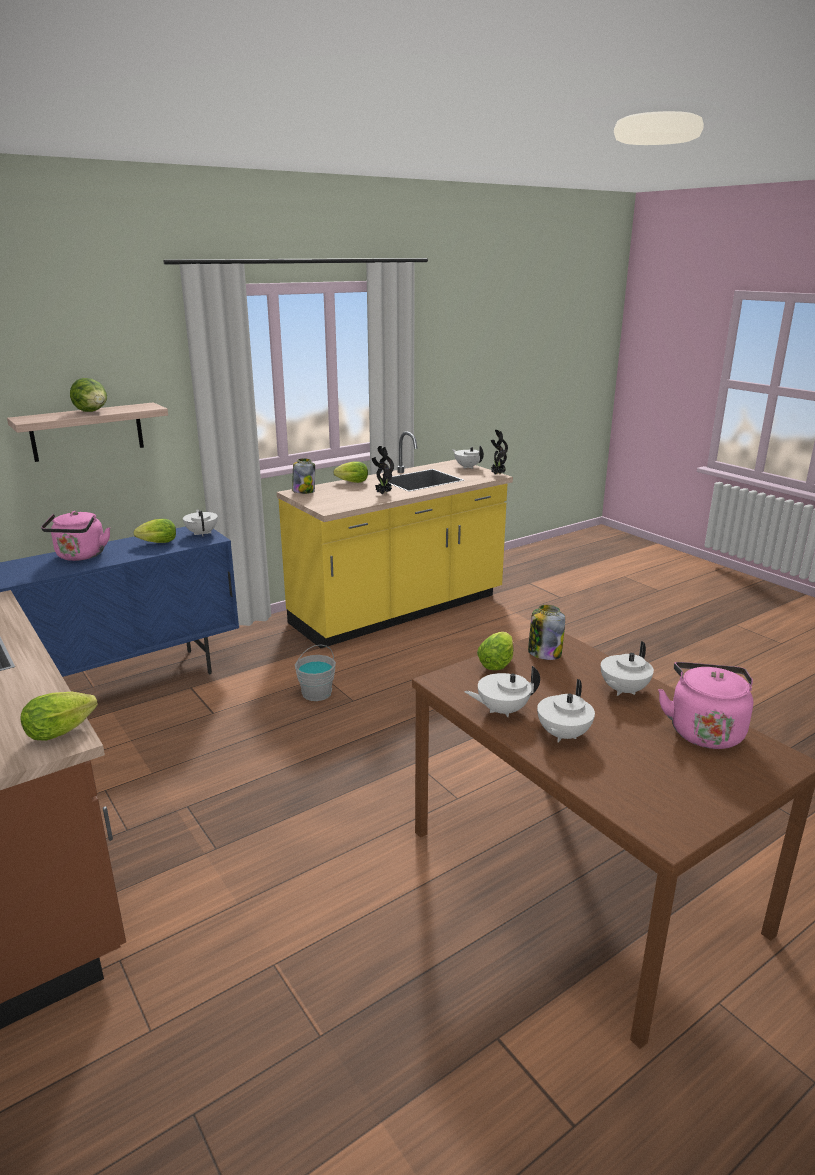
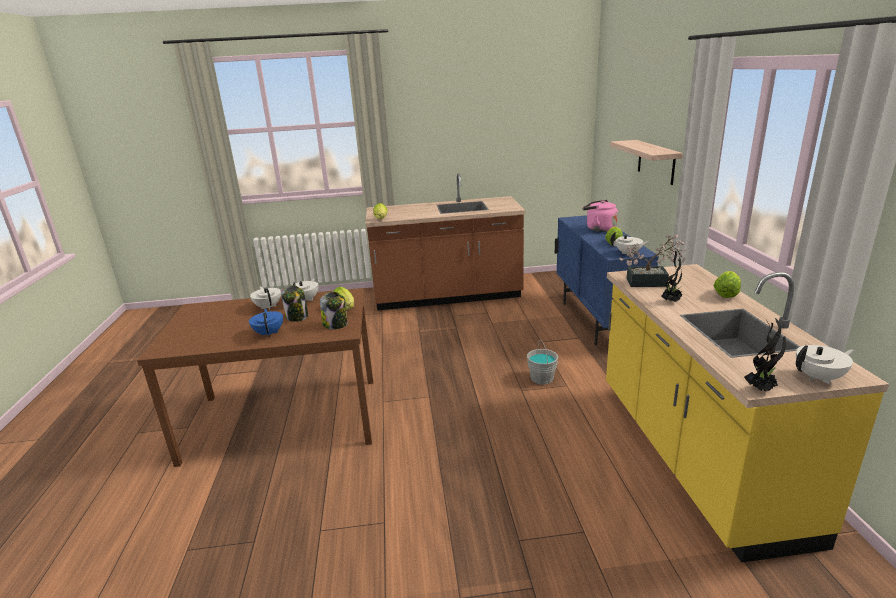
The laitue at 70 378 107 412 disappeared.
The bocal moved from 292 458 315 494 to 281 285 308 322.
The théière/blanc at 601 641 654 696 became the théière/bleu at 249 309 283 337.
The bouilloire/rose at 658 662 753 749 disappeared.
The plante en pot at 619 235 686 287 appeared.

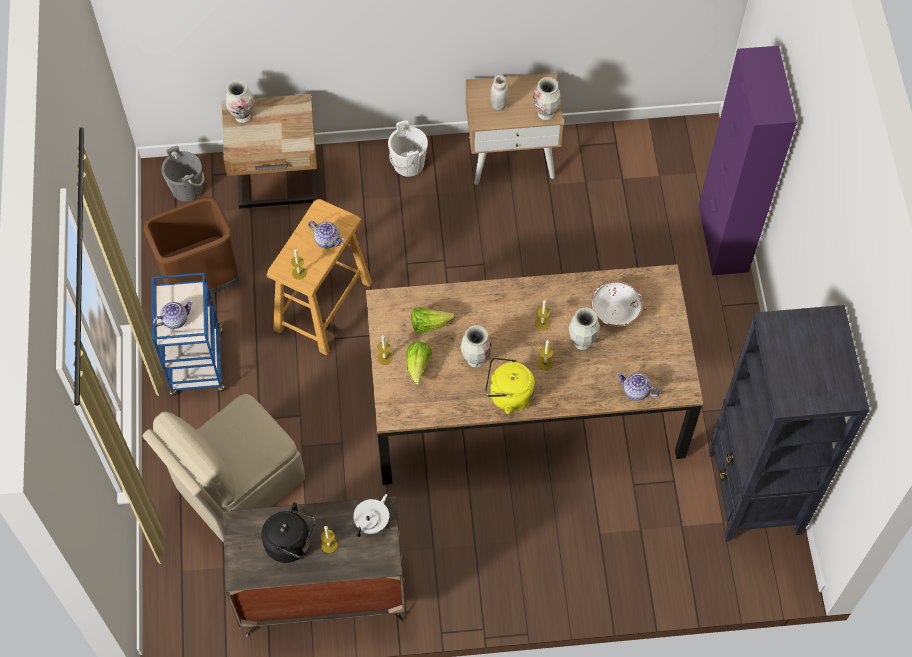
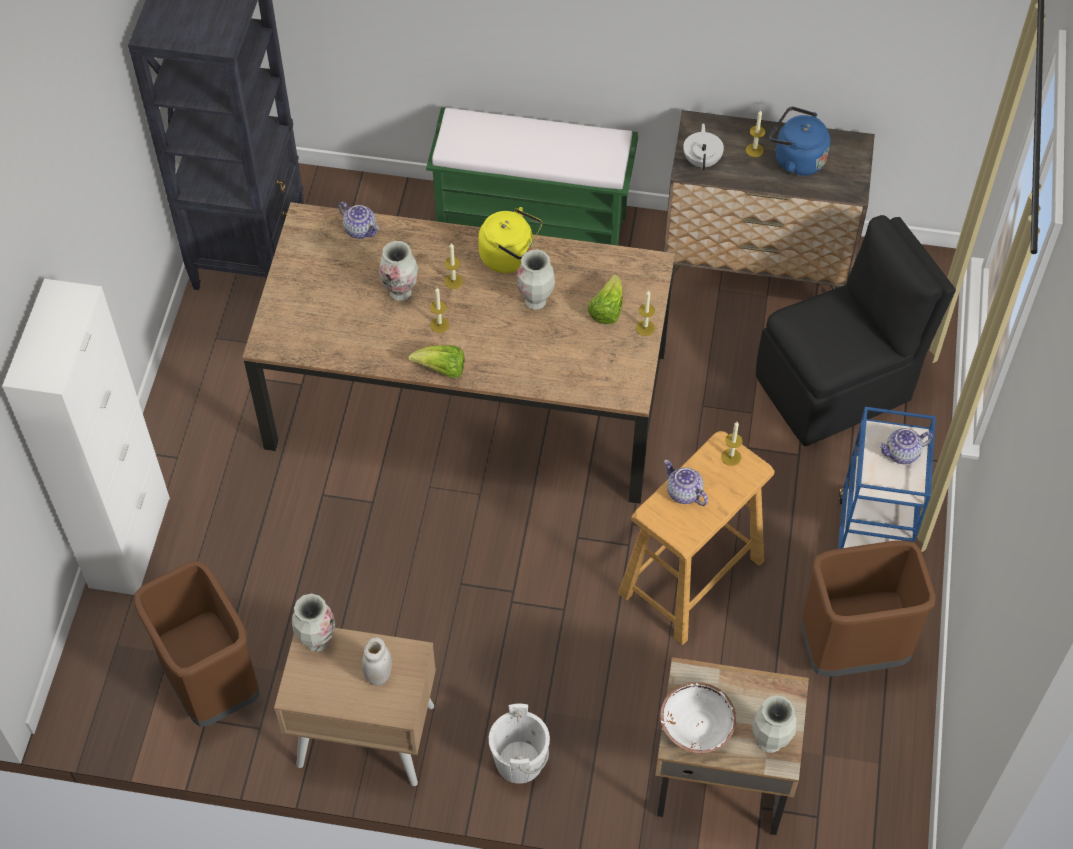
The chaise/beige at 143 394 305 542 became the chaise/noir at 756 215 956 446.
The seau/gris at 161 146 204 202 disappeared.
The bouilloire/noir at 261 502 315 563 became the bouilloire/bleu at 769 106 830 176.
The théière/blanc at 353 494 389 537 turned 135 degrees clockwise.
The laitue moved from 412 307 455 333 to 408 345 464 378.
The bol/blanc moved from 590 281 643 327 to 660 682 736 753.
The meuble de rangement/violet at 699 46 797 275 became the meuble de rangement/blanc at 2 279 170 595.
The poubelle/marron at 134 561 260 727 appeared.
The banc/vert at 426 107 638 245 appeared.

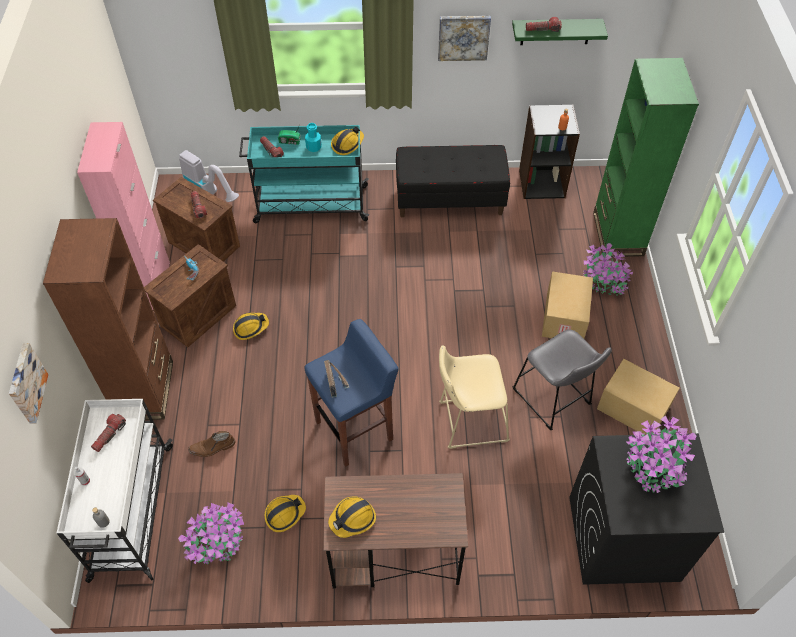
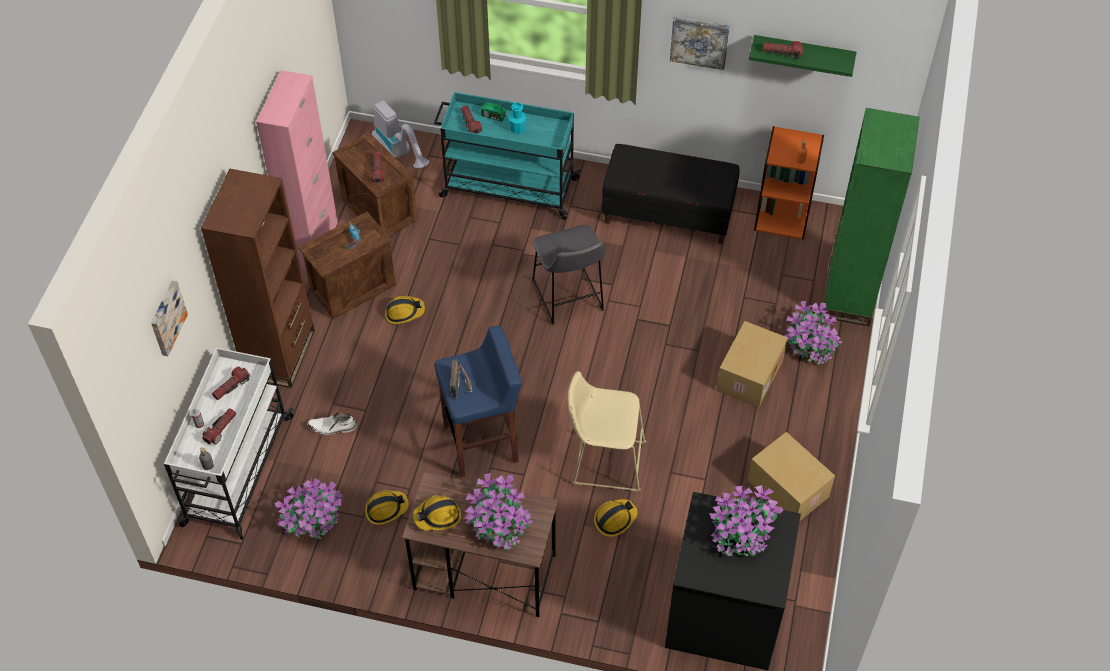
The botte/marron at 188 431 235 457 became the botte/blanc at 307 412 357 435.
The casque de chantier moved from 331 127 364 155 to 594 499 638 537.
The tabouret/gris moved from 512 330 612 431 to 532 225 605 325.
The bibliothèque/noir at 519 104 580 199 became the bibliothèque/orange at 754 126 824 240.
The lampe de poche at 202 408 236 444 appeared.
The plante en pot at 464 473 533 549 appeared.

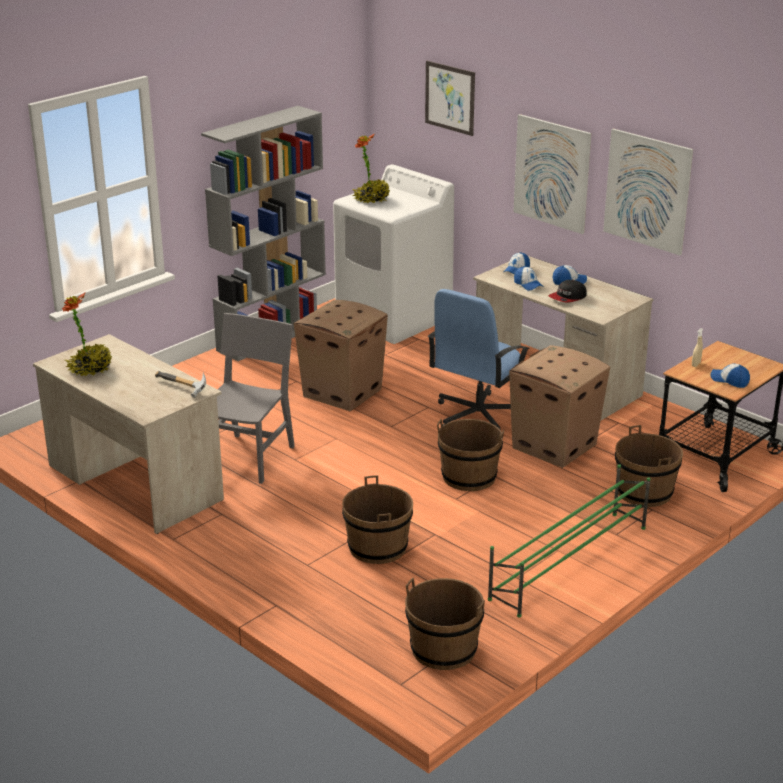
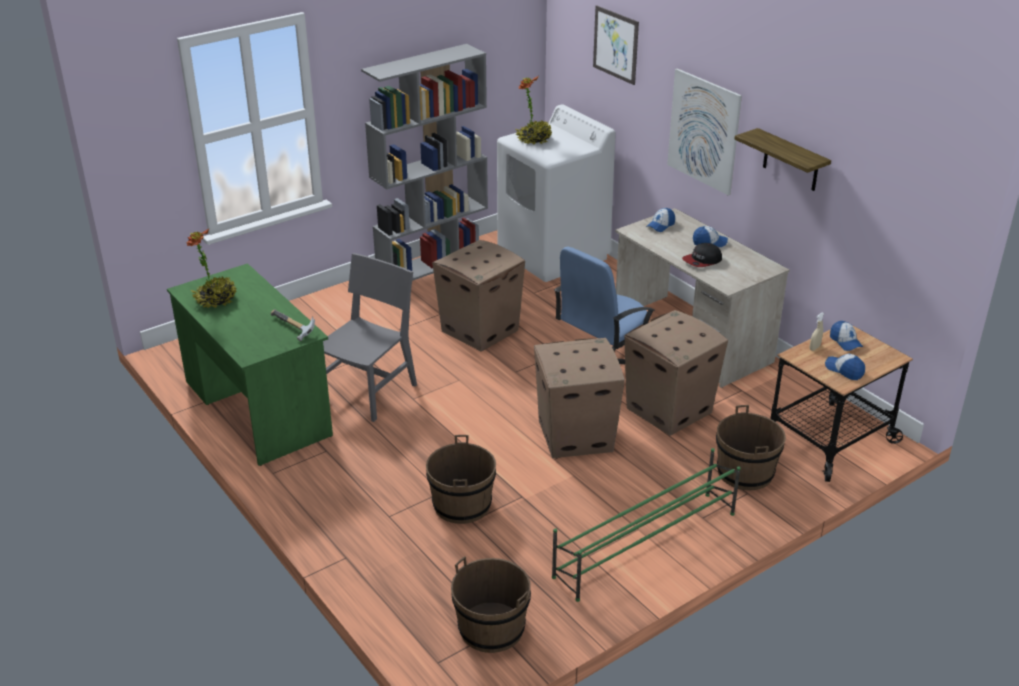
The bureau/beige at 33 334 224 534 became the bureau/vert at 167 263 333 466.
The seau/marron at 437 419 504 491 was replaced by the carton at 534 338 625 458.
The casquette moved from 514 266 544 291 to 830 321 863 351.
The tableau at 603 129 693 255 was replaced by the étagère at 734 128 831 191.

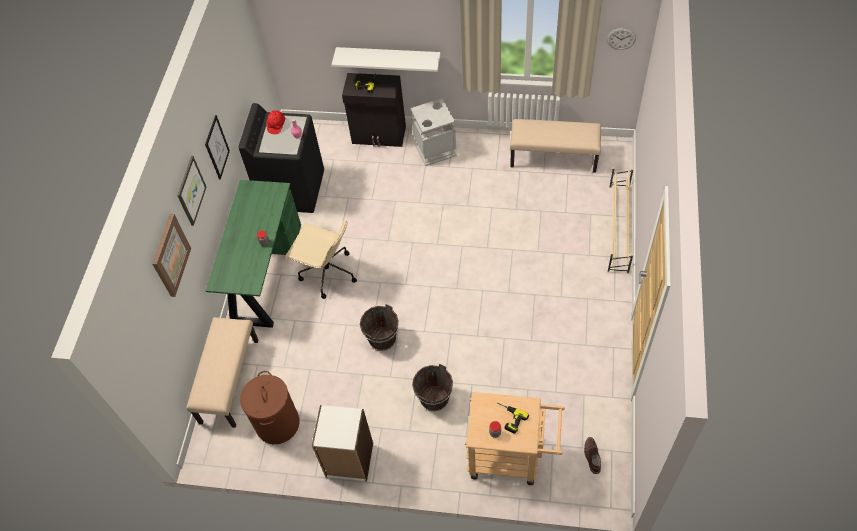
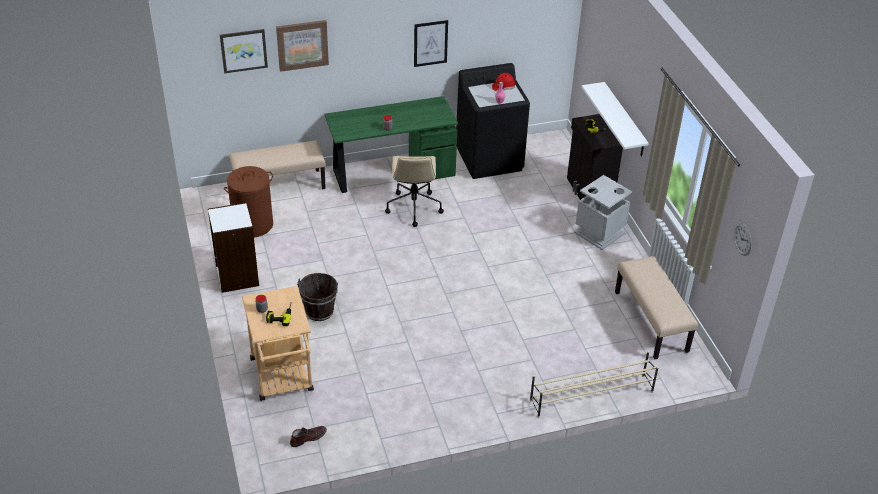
The tableau moved from 177 156 206 226 to 220 29 268 73.
The seau/marron at 360 304 399 351 disappeared.

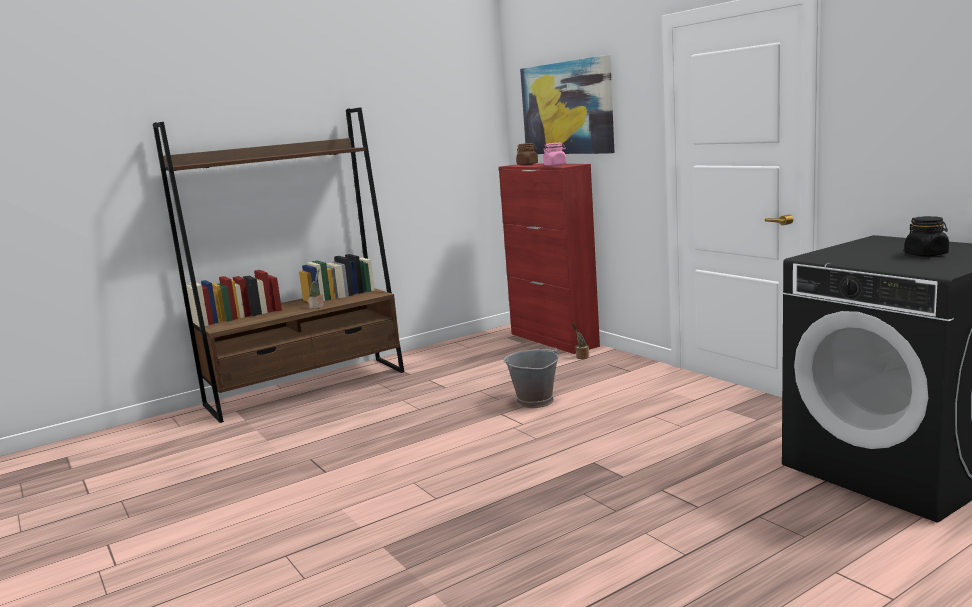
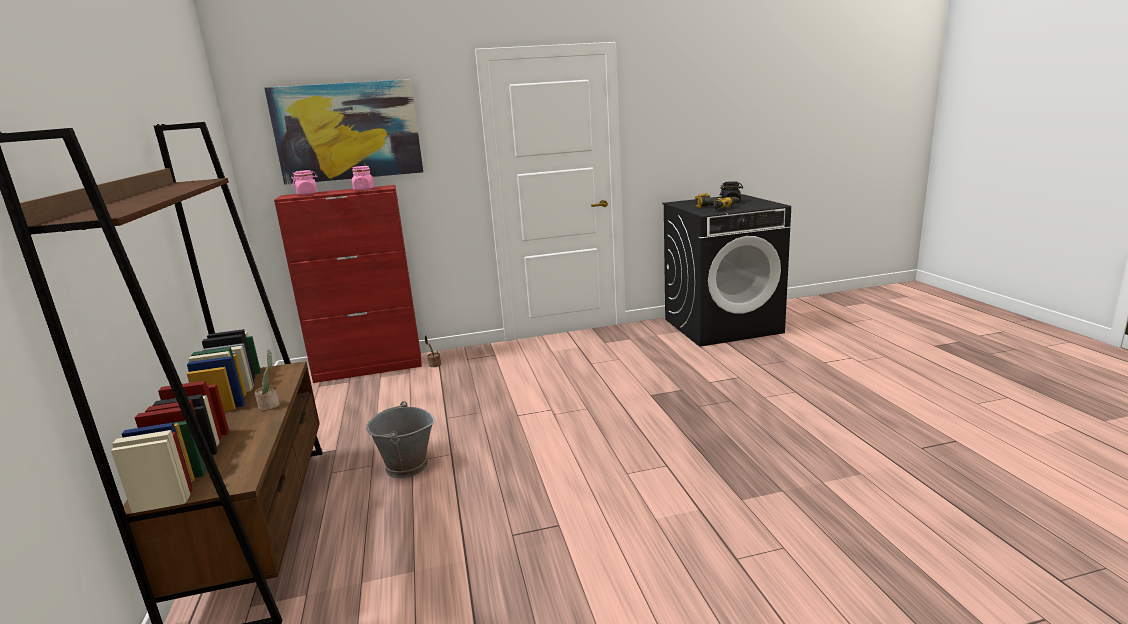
The seau/gris moved from 504 347 559 408 to 366 401 434 478.
The bocal/marron at 516 143 538 165 became the bocal/rose at 291 170 318 195.
The perceuse at 695 193 739 209 appeared.

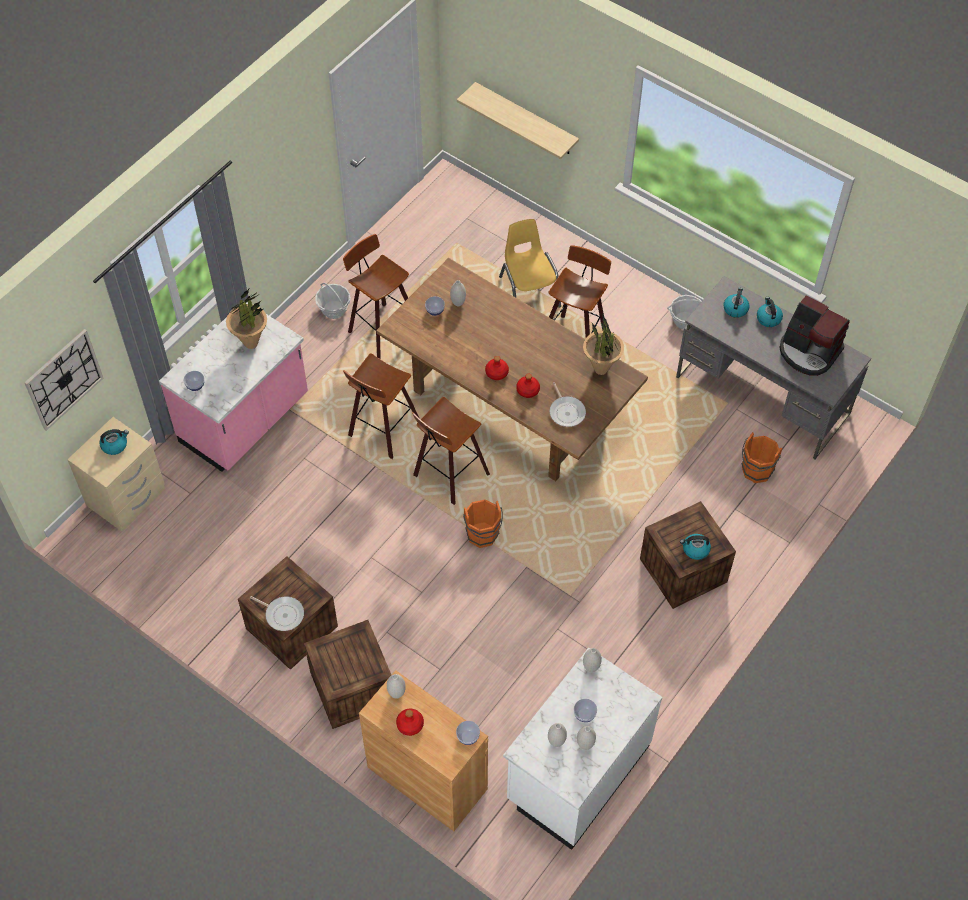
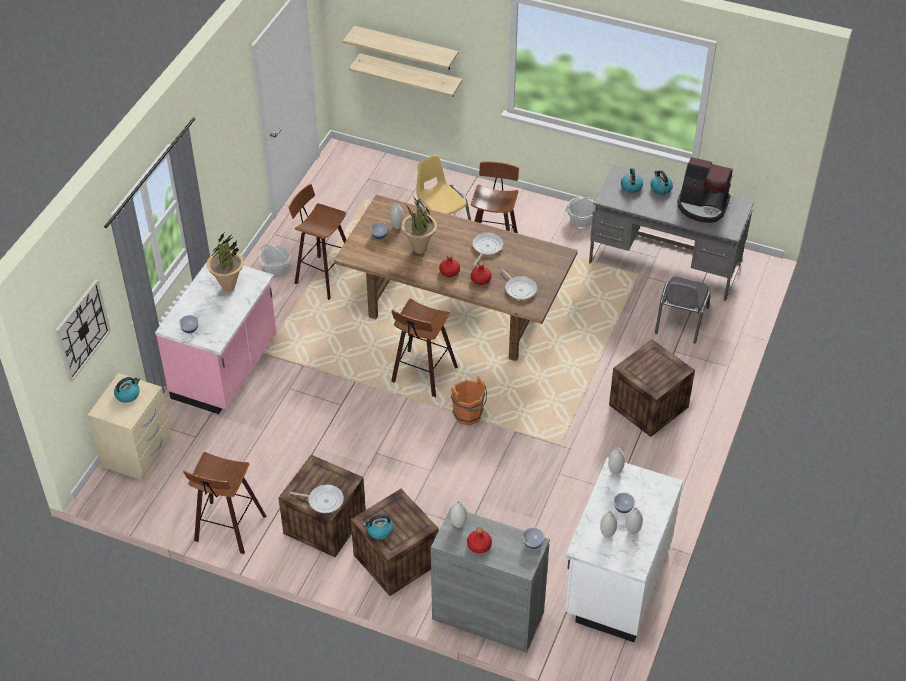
The tabouret moved from 343 353 419 459 to 183 452 266 554.
The meuble de rangement/marron at 359 670 488 831 became the meuble de rangement/gris at 431 507 550 653.
The plante en pot moved from 583 315 624 375 to 401 196 437 254.
The bouilloire moved from 680 534 711 560 to 363 514 393 540.
The seau/orange at 742 432 782 483 was replaced by the chaise/gris at 655 277 711 343.
The étagère at 343 26 459 70 appeared.
The poêle at 472 232 504 266 appeared.

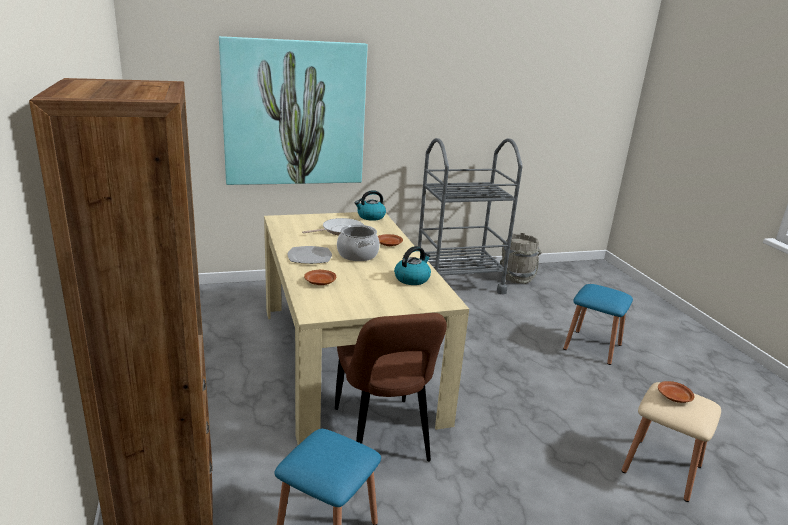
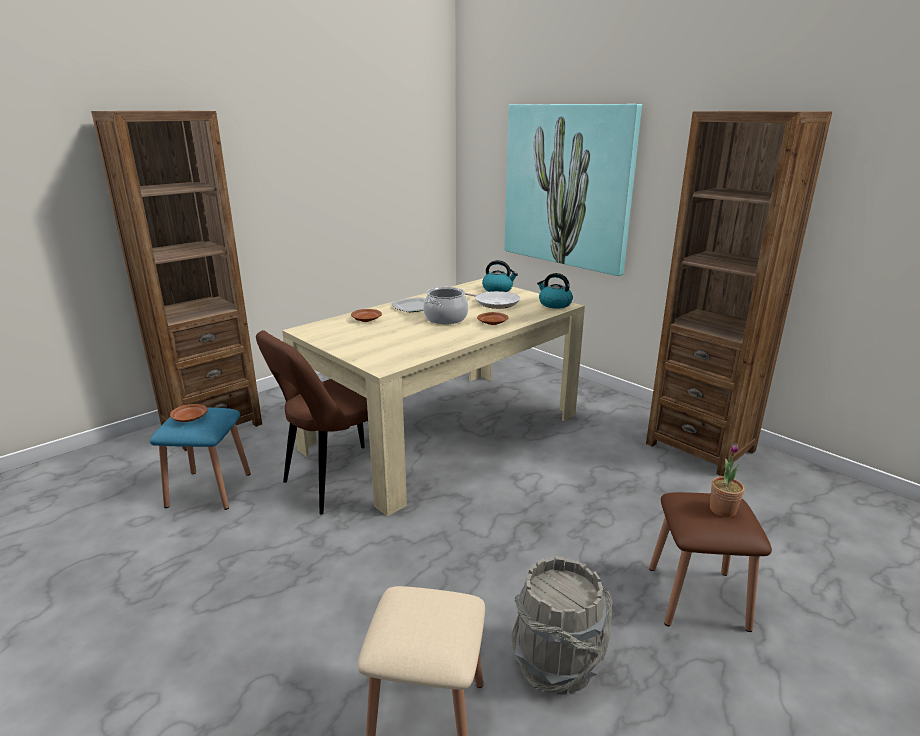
The bouilloire moved from 394 246 431 285 to 482 260 518 292.
The chariot/gris at 418 138 522 294 was replaced by the bibliothèque/marron at 646 111 832 477.
The seau/gris moved from 500 233 541 284 to 511 556 612 694.
The tabouret/bleu at 563 284 633 365 became the tabouret/marron at 649 492 772 632.
The assiette/marron moved from 658 381 695 403 to 170 404 208 422.
The plante en pot at 710 443 745 518 appeared.

